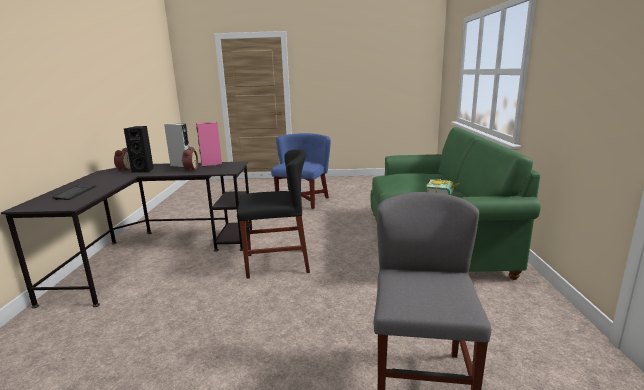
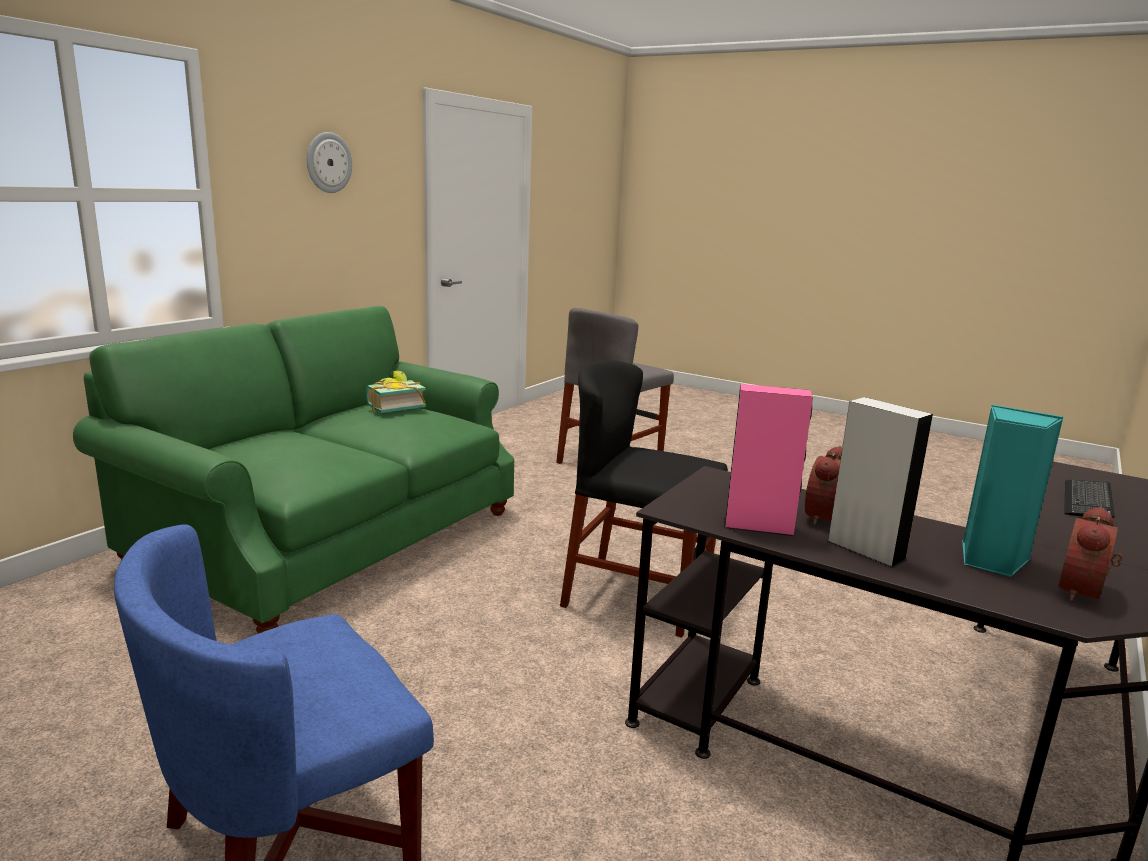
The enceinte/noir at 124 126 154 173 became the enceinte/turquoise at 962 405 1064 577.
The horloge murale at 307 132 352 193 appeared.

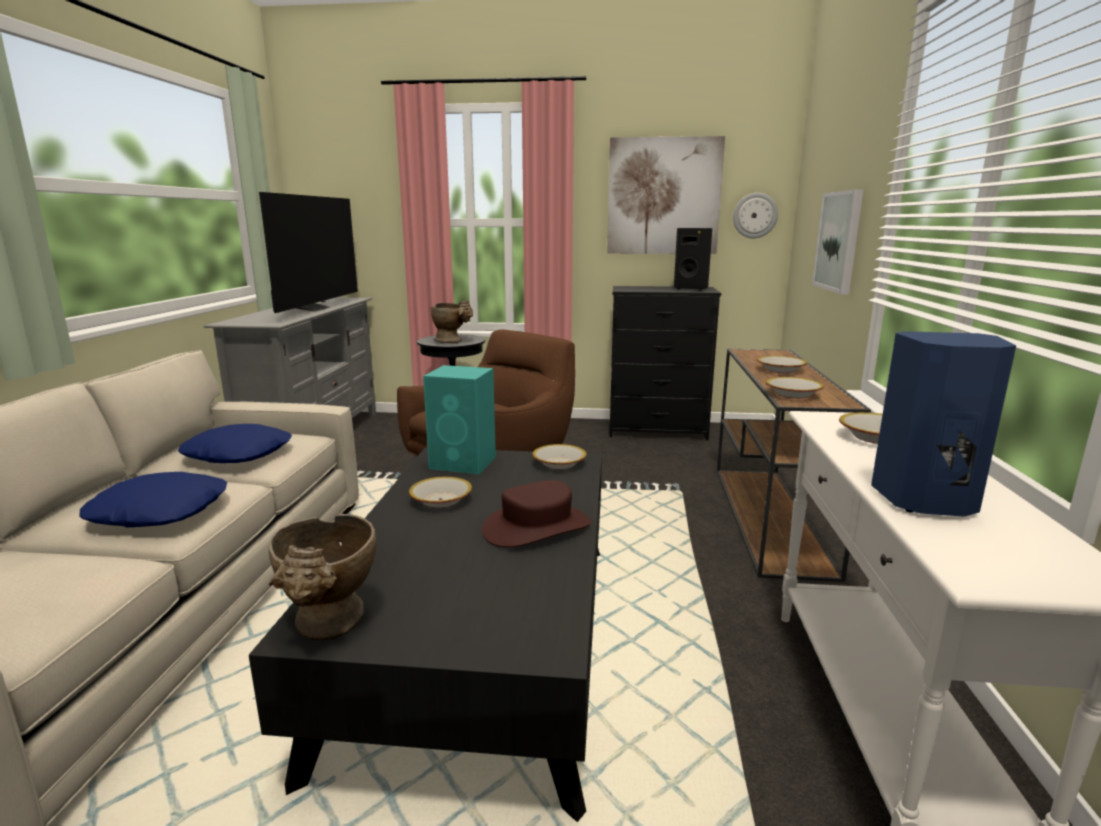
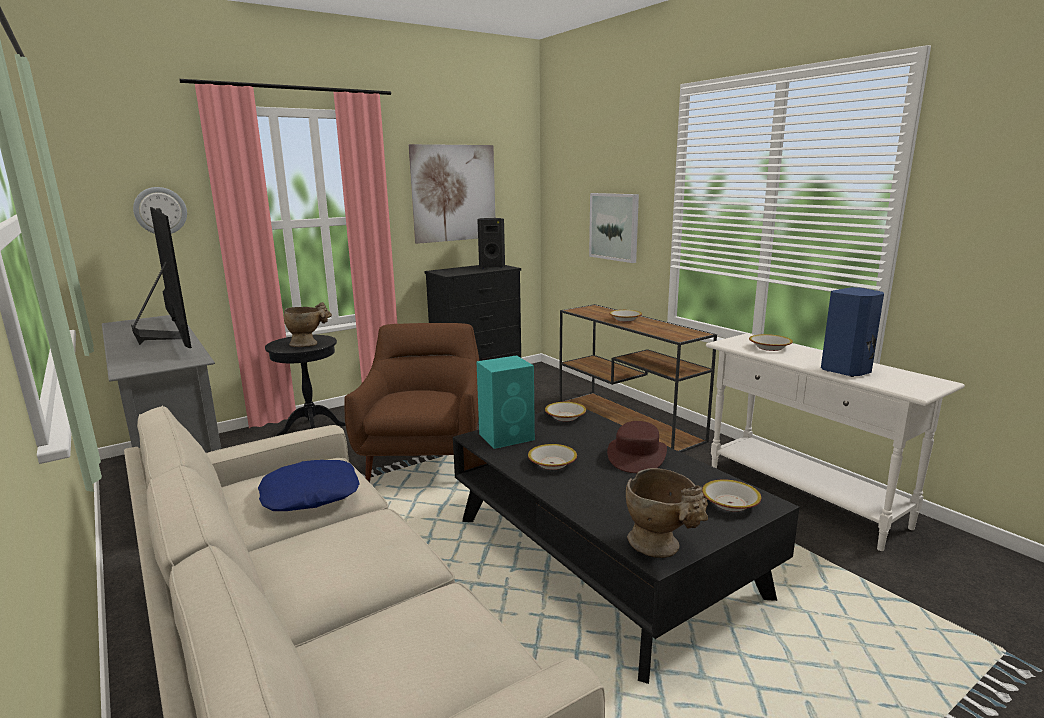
The coussin/bleu at 79 472 227 527 disappeared.
The horloge murale moved from 733 193 778 238 to 133 187 187 234.
The bol moved from 765 377 824 399 to 702 479 761 512.

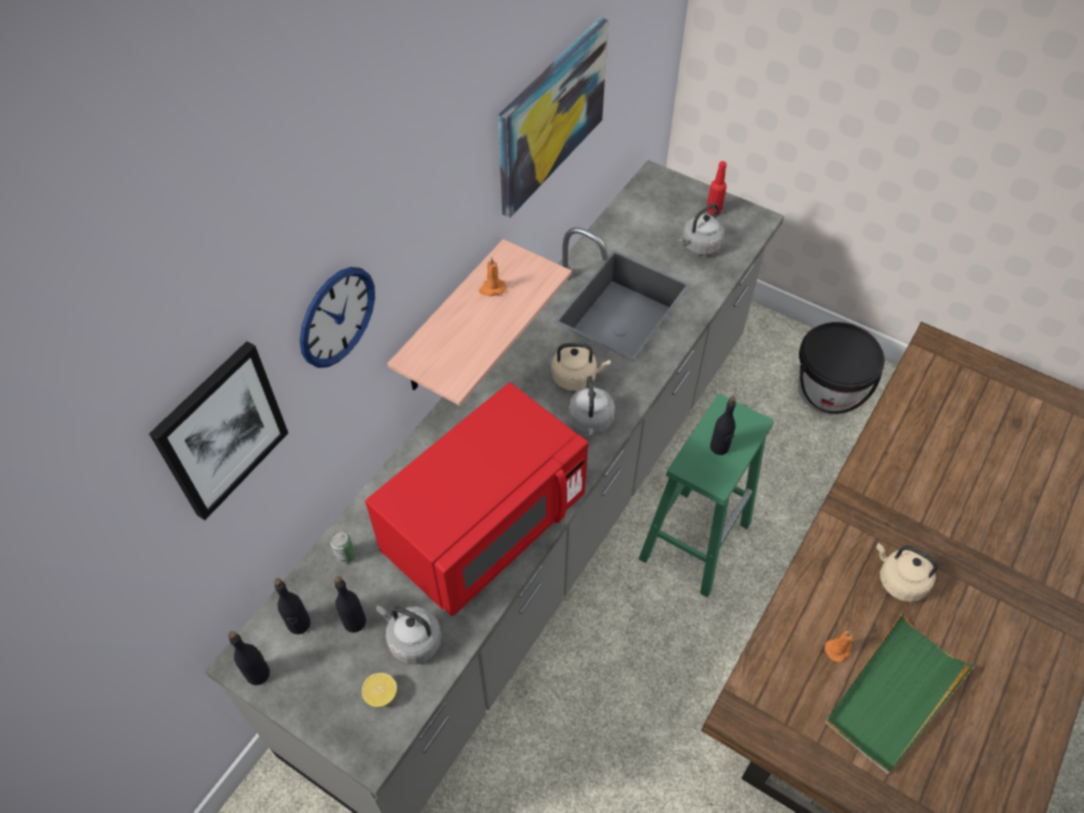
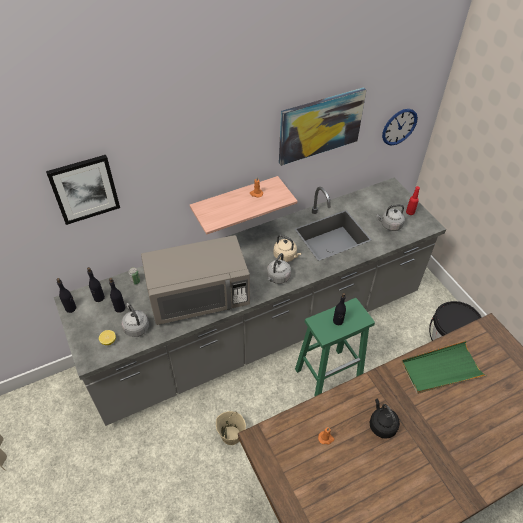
The horloge murale moved from 300 267 375 368 to 382 109 418 146.
The micro-ondes/rouge at 365 382 588 616 became the micro-ondes/gris at 141 235 250 325.
The plateau/vert moved from 825 612 976 774 to 401 341 487 394.
The bouilloire/beige at 876 543 938 602 became the bouilloire/noir at 370 398 400 439.
The seau/beige at 216 411 246 445 appeared.

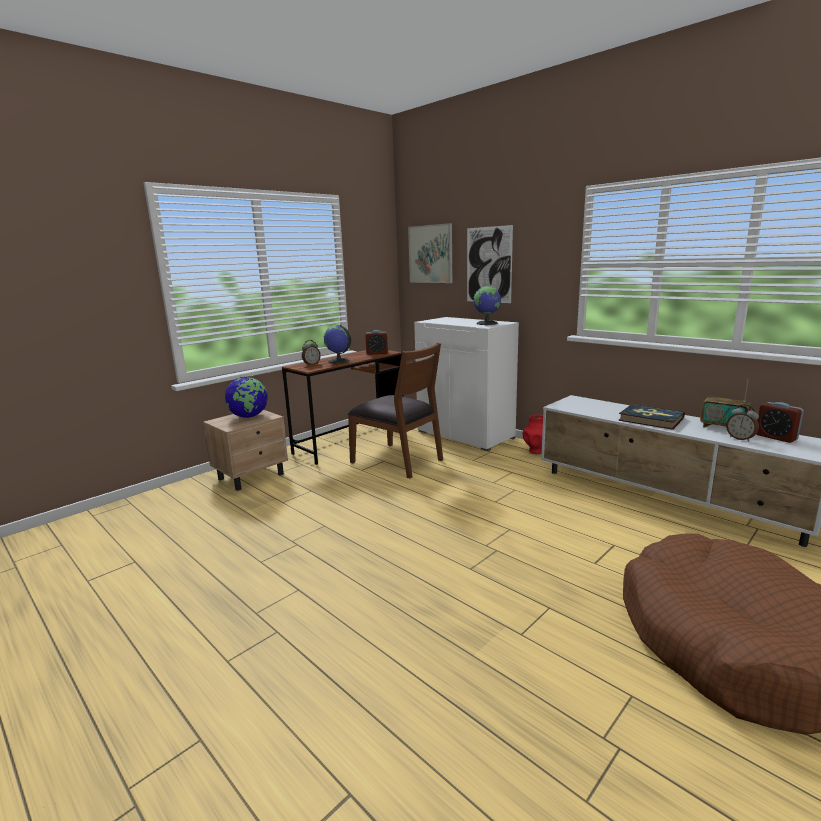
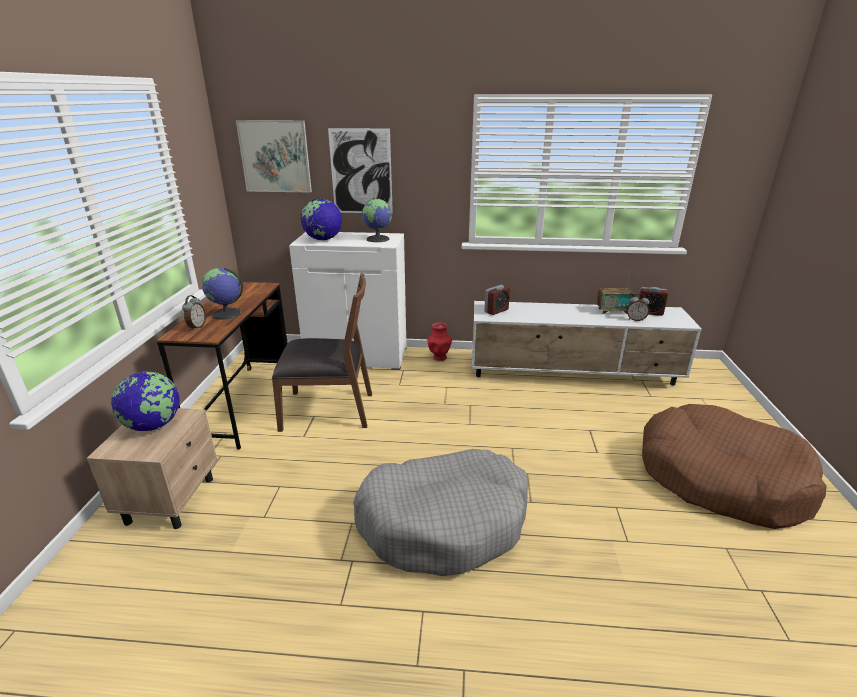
The réveil moved from 365 330 388 355 to 484 285 510 315.
The livre at 618 404 685 430 disappeared.
The globe at 301 198 342 240 appeared.
The panier pour chien/gris at 353 449 528 576 appeared.

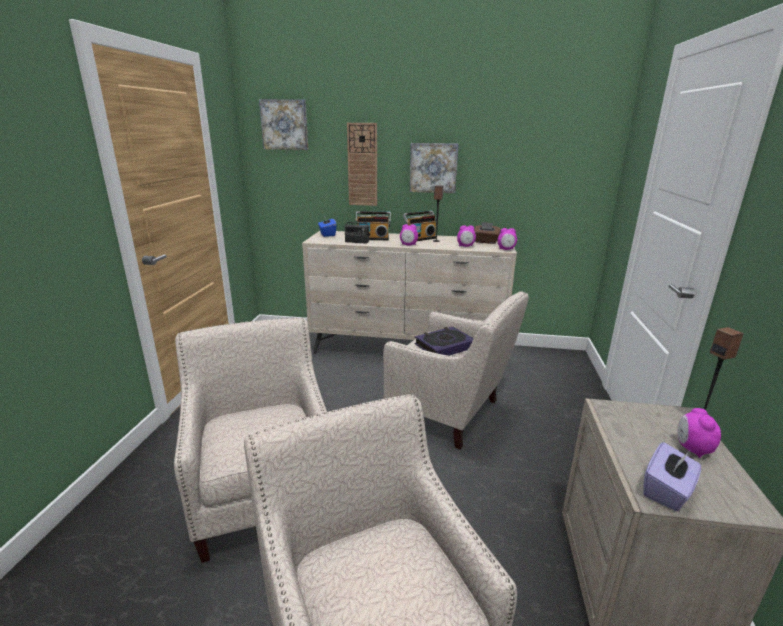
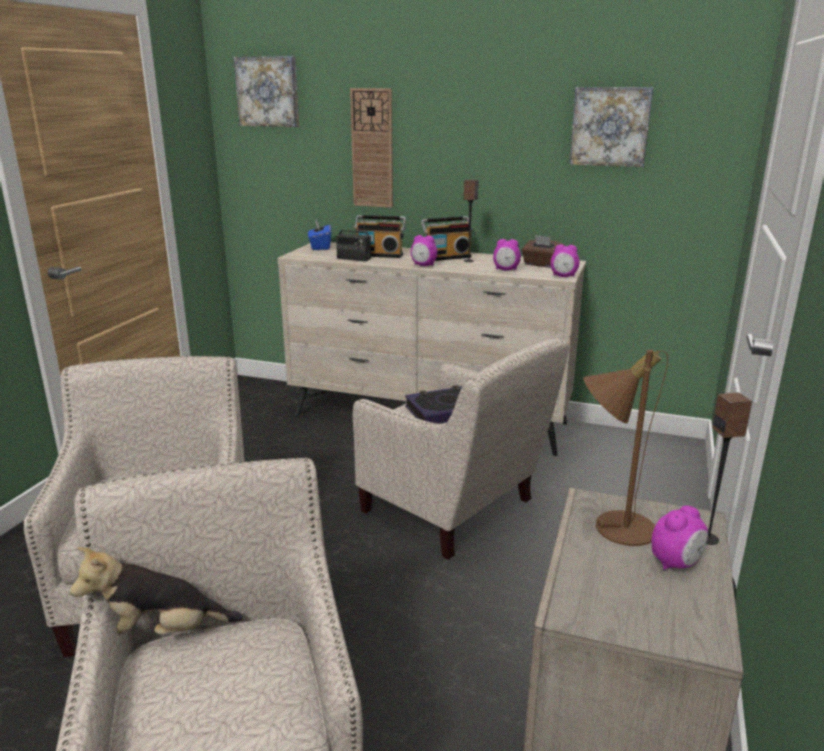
The tableau moved from 410 143 459 193 to 570 87 653 167.
The boîte à mouchoirs/violet at 643 442 701 511 disappeared.
The réveil at 678 408 721 458 turned 150 degrees counterclockwise.
The peluche at 70 547 243 636 appeared.
The lampe de table/marron at 583 349 668 546 appeared.

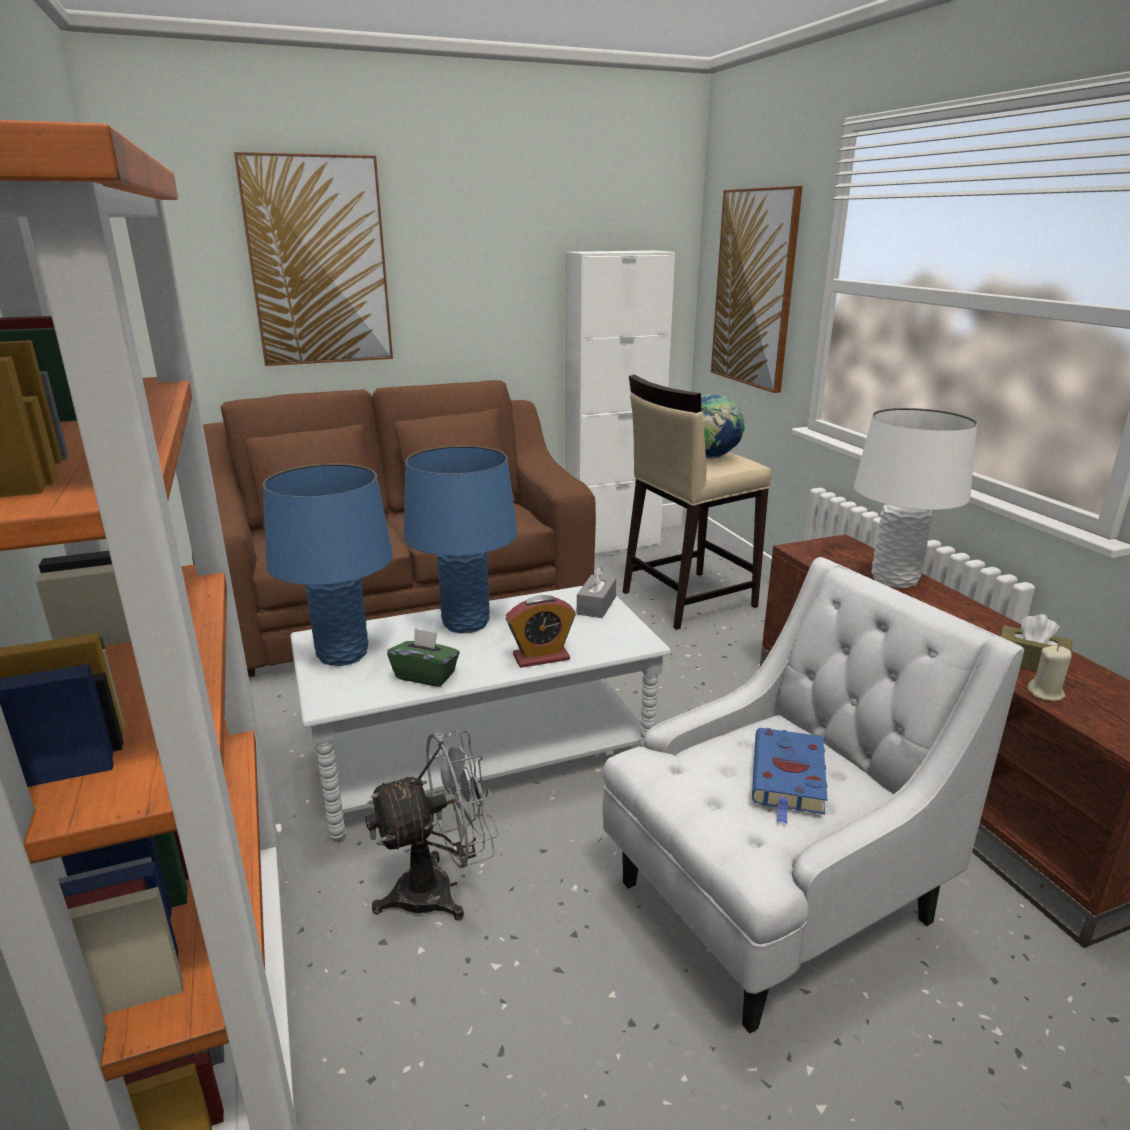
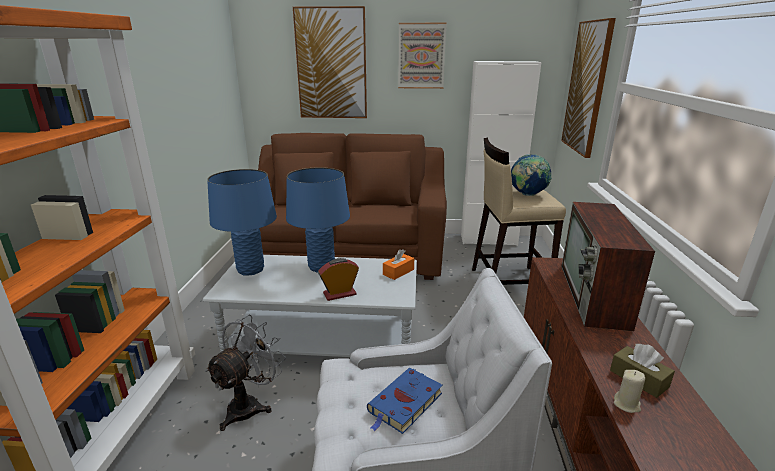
The ventilateur/gris at 365 731 499 920 turned 60 degrees counterclockwise.
The boîte à mouchoirs/vert at 387 628 460 687 disappeared.
The réveil at 506 595 576 668 turned 150 degrees clockwise.
The boîte à mouchoirs/gris at 577 566 616 618 became the boîte à mouchoirs/orange at 383 249 414 280.
The lampe de table/blanc at 854 408 977 588 was replaced by the téléviseur at 561 202 655 331.
The tableau at 398 23 447 89 appeared.

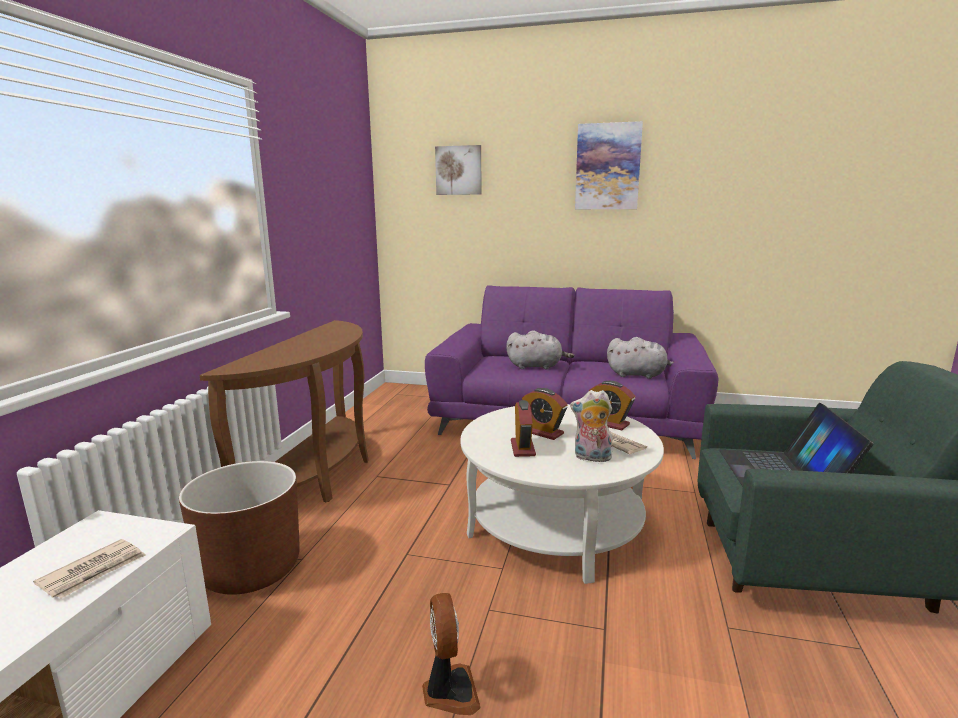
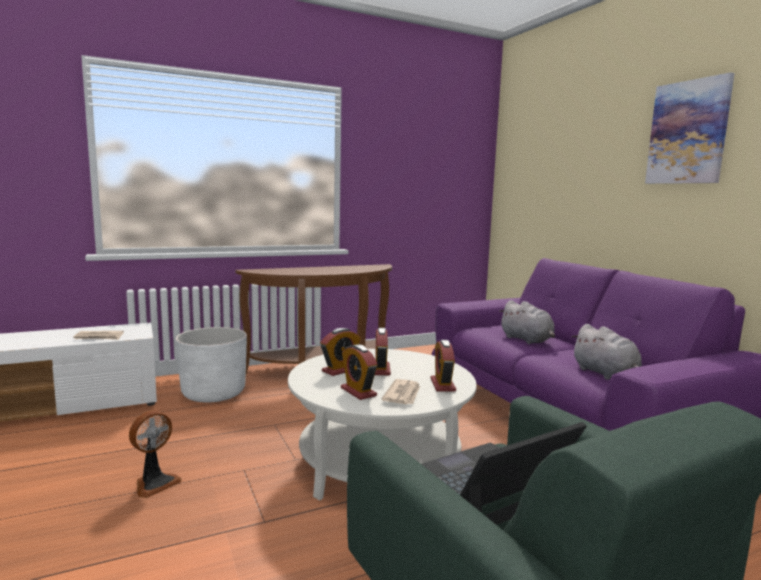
The cache-pot/marron at 179 461 300 595 became the cache-pot/blanc at 176 327 247 403.
The tableau at 435 145 482 195 disappeared.
The peluche at 570 390 613 462 was replaced by the réveil at 341 344 378 400.

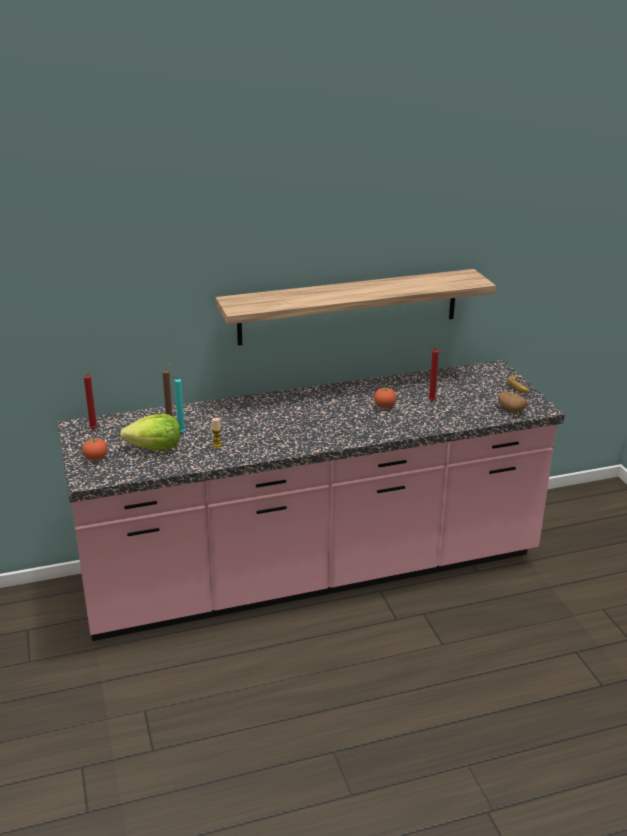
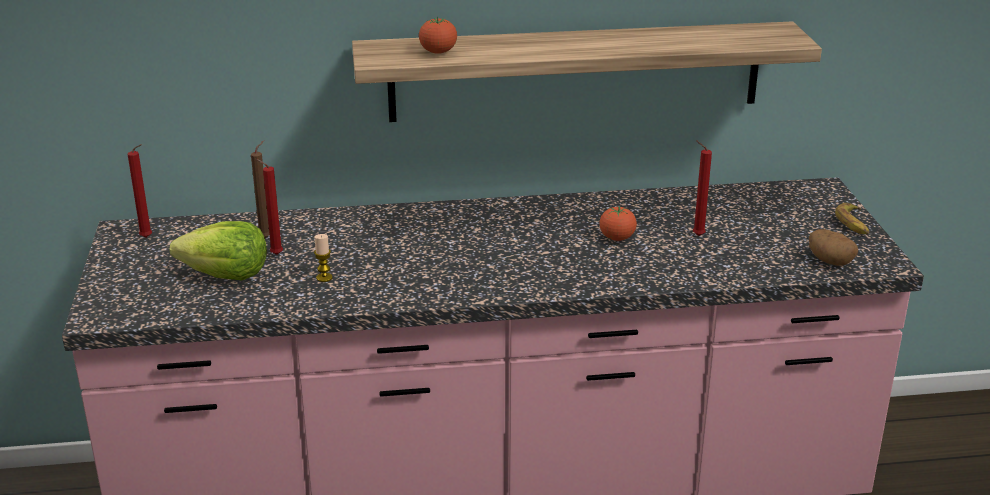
The tomate moved from 82 438 108 461 to 419 16 457 54.
The bougie/turquoise at 171 375 185 433 became the bougie/rouge at 256 159 283 255.

